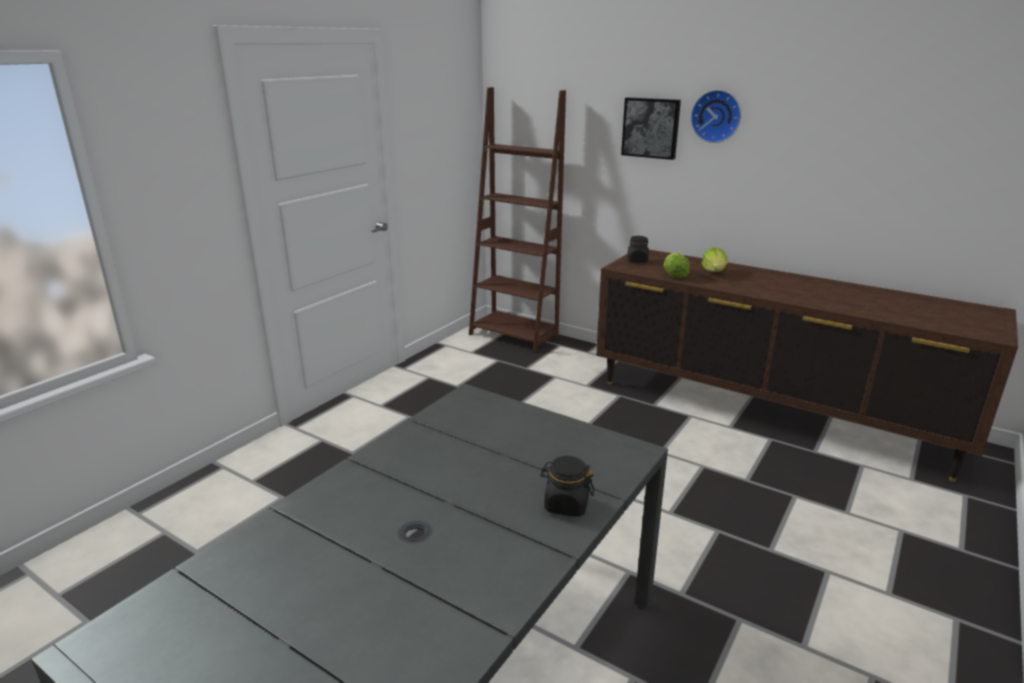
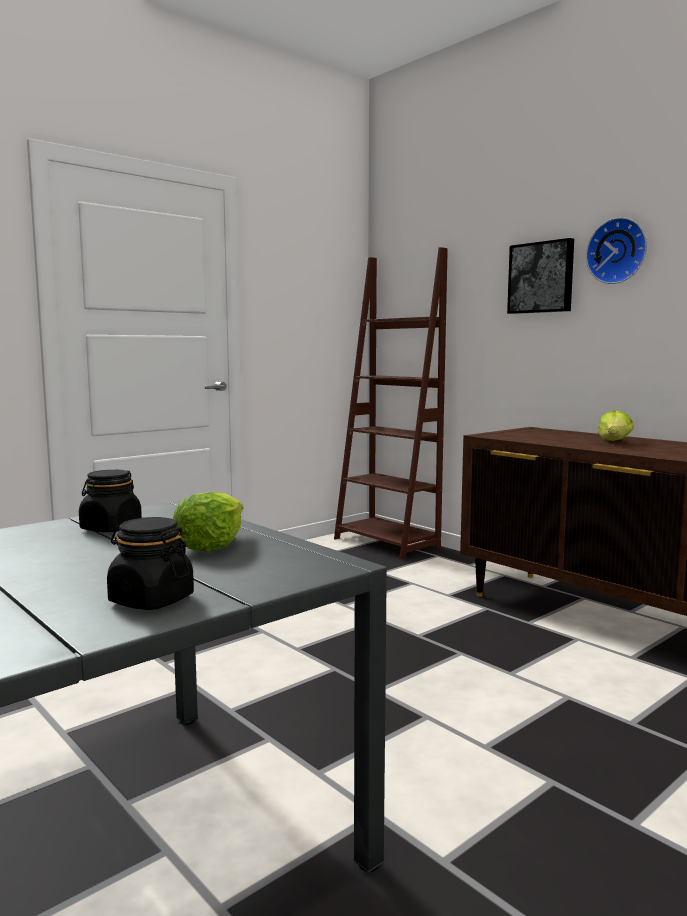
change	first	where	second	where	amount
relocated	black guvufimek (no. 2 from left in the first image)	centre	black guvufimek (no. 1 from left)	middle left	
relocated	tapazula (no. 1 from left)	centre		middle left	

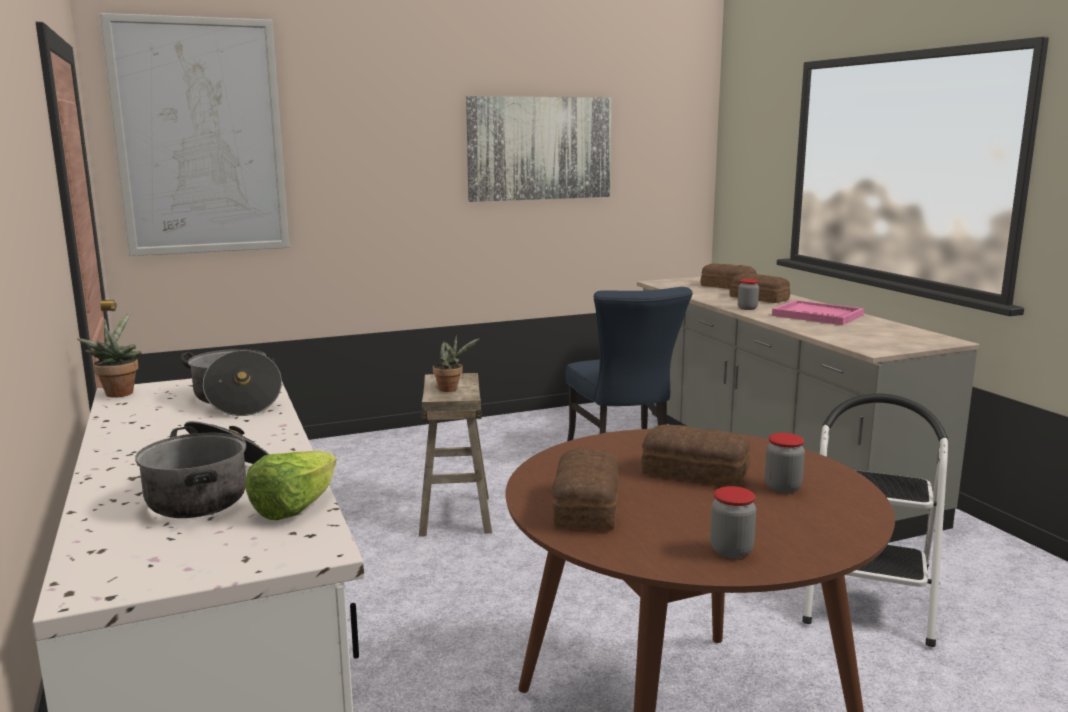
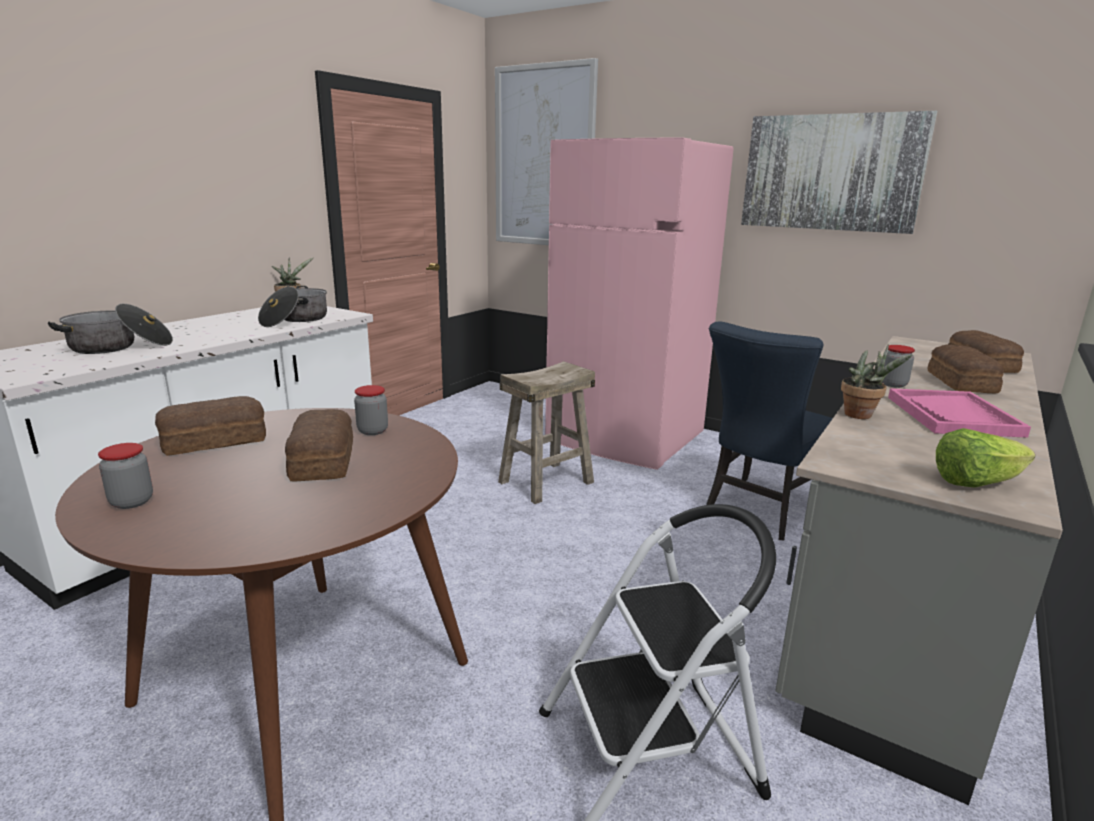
change	first	where	second	where	amount
appeared			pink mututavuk	centre	
relocated	tapazula	bottom left		middle right	
relocated	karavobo (no. 2 from left)	centre		middle right	
relocated	guvufimek (no. 3 from left in the first image)	middle right	guvufimek (no. 2 from left)	centre	

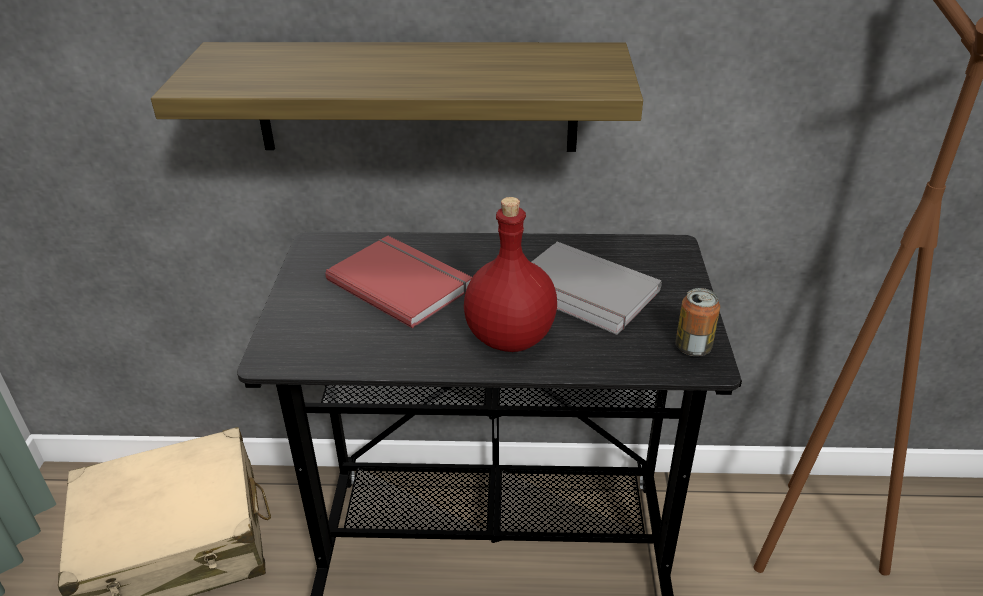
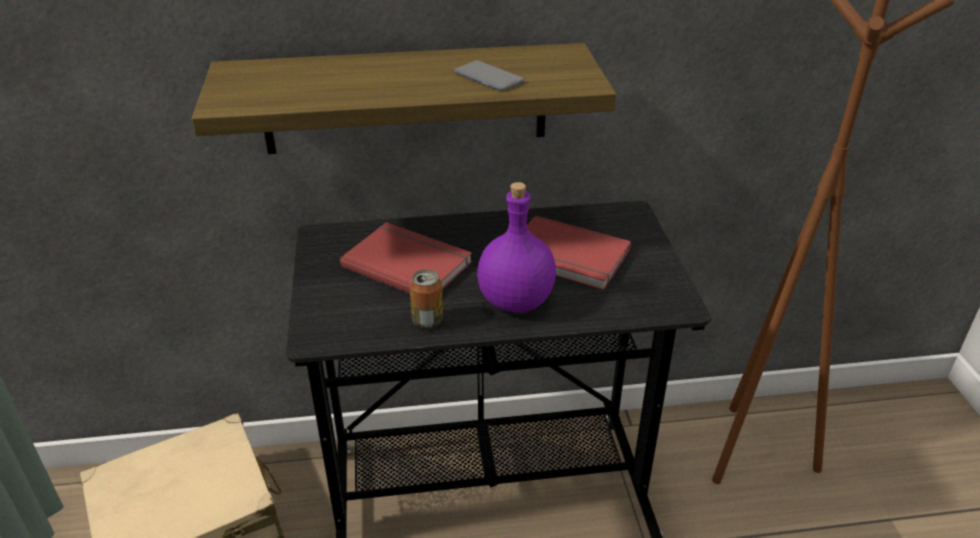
change	first	where	second	where	amount
appeared			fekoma	top centre	
relocated	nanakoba	middle right		centre	
colour	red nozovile	centre	purple nozovile	centre	
colour	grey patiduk	centre	red patiduk (no. 2 from left)	centre	

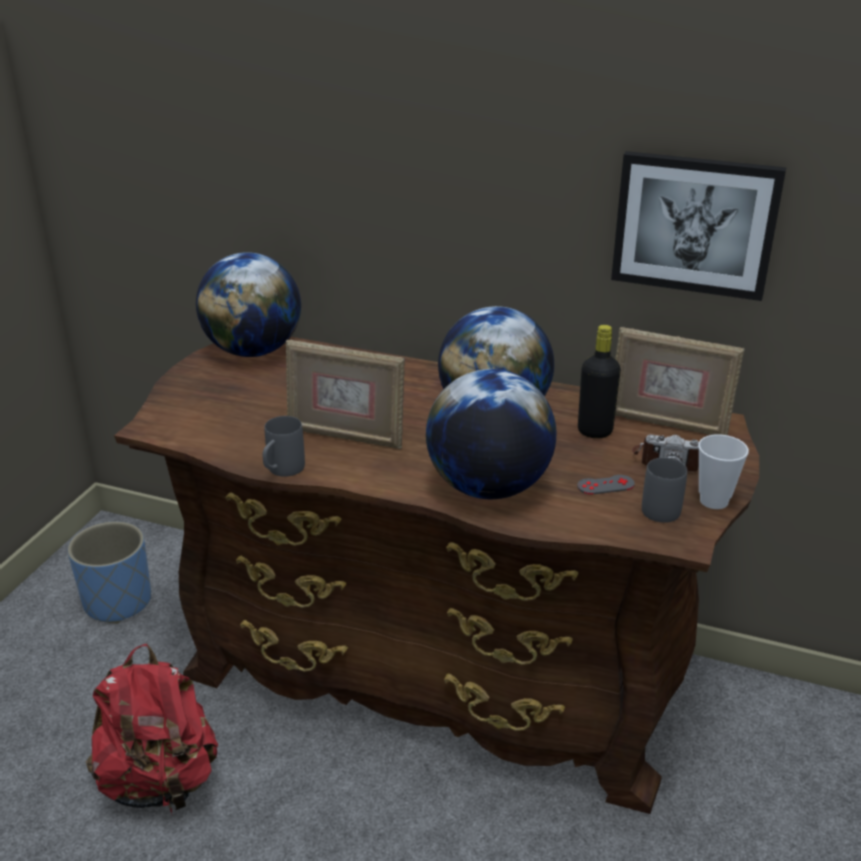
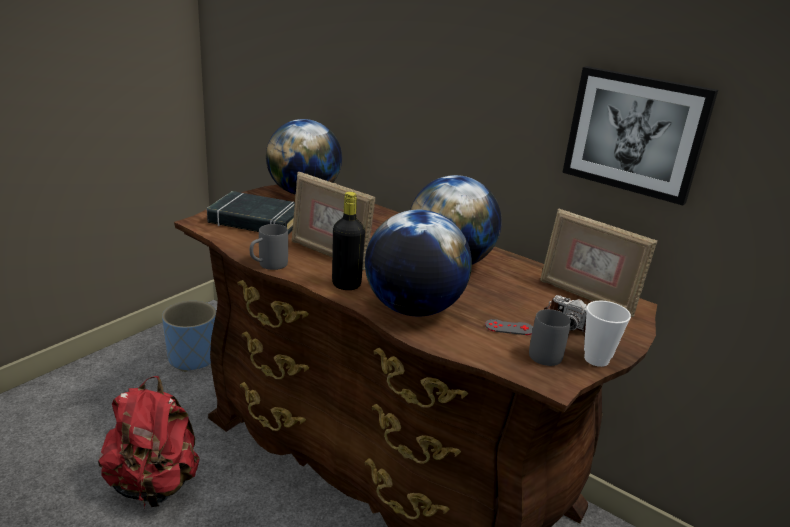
change	first	where	second	where	amount
appeared			black patiduk	middle left	
relocated	black nozovile	middle right		centre	

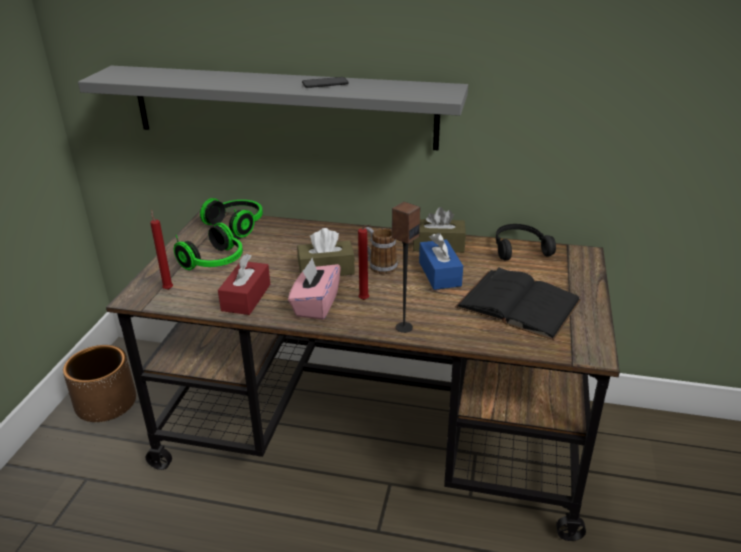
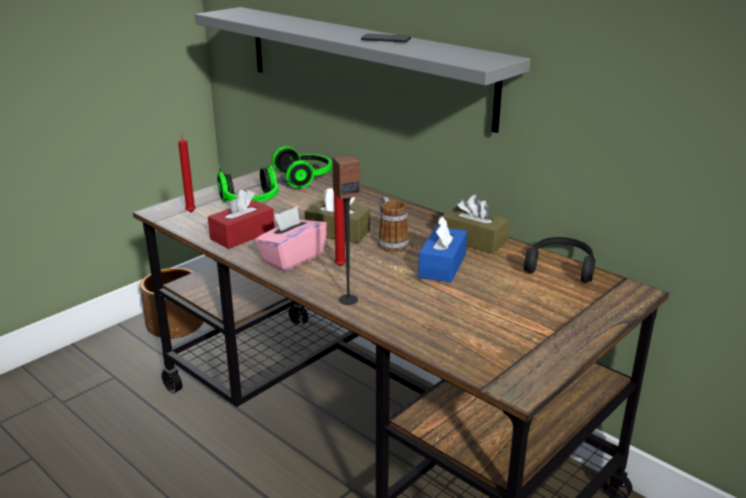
change	first	where	second	where	amount
missing	black patiduk	middle right			

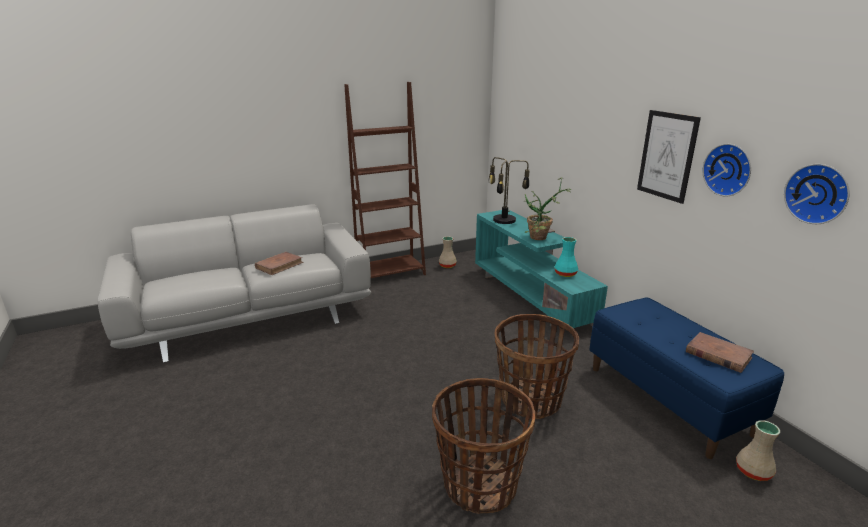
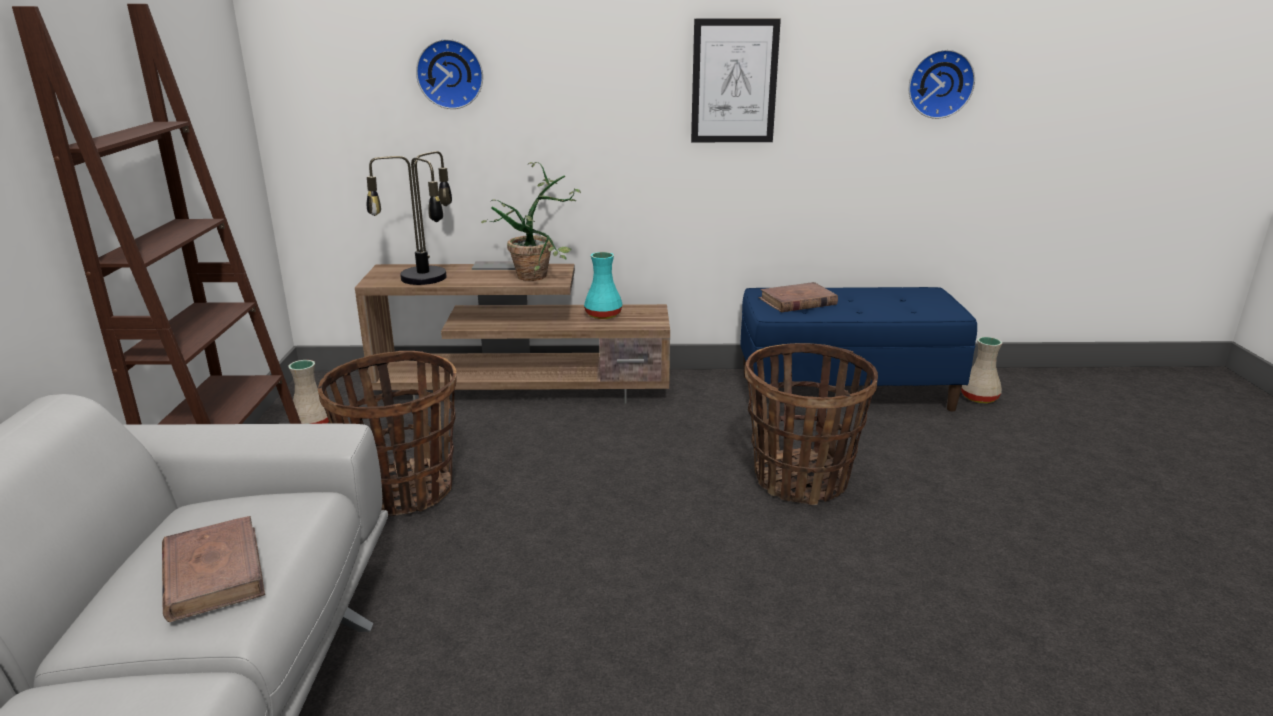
change	first	where	second	where	amount
relocated	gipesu (no. 1 from left)	bottom centre		middle left	
relocated	brown patiduk (no. 2 from left)	bottom right		centre	
relocated	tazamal (no. 1 from left)	top right		top centre	
colour	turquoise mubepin	centre	brown mubepin	centre	

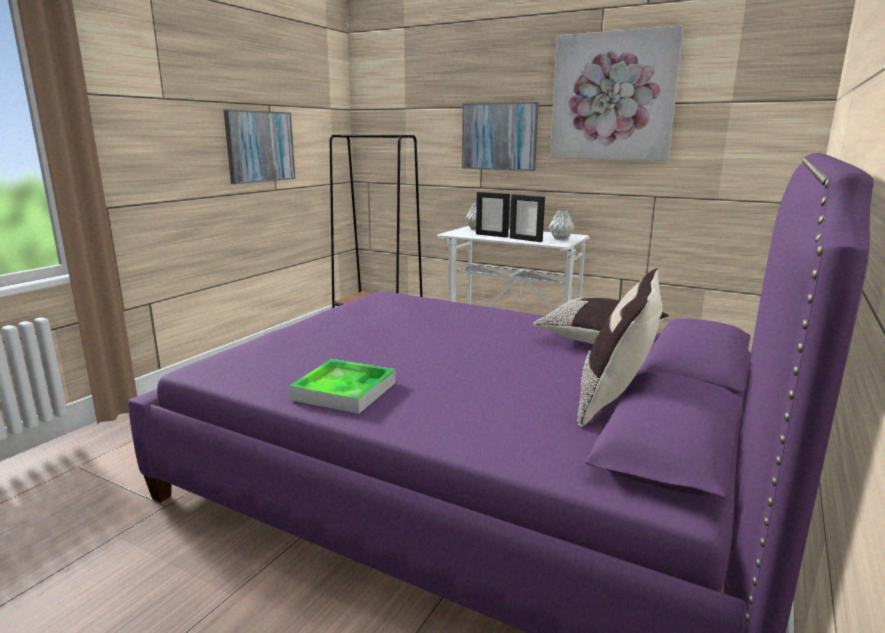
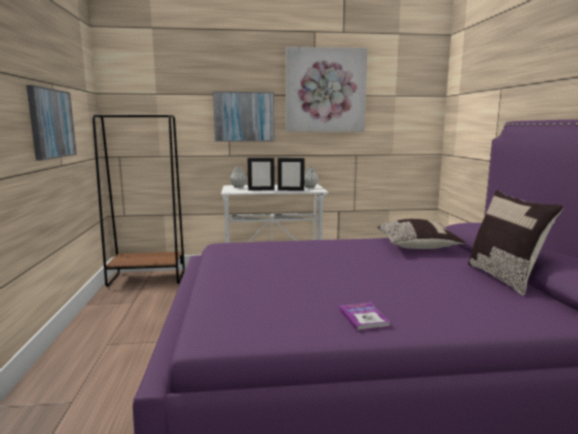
change	first	where	second	where	amount
exchanged	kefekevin	centre	patiduk	bottom centre	

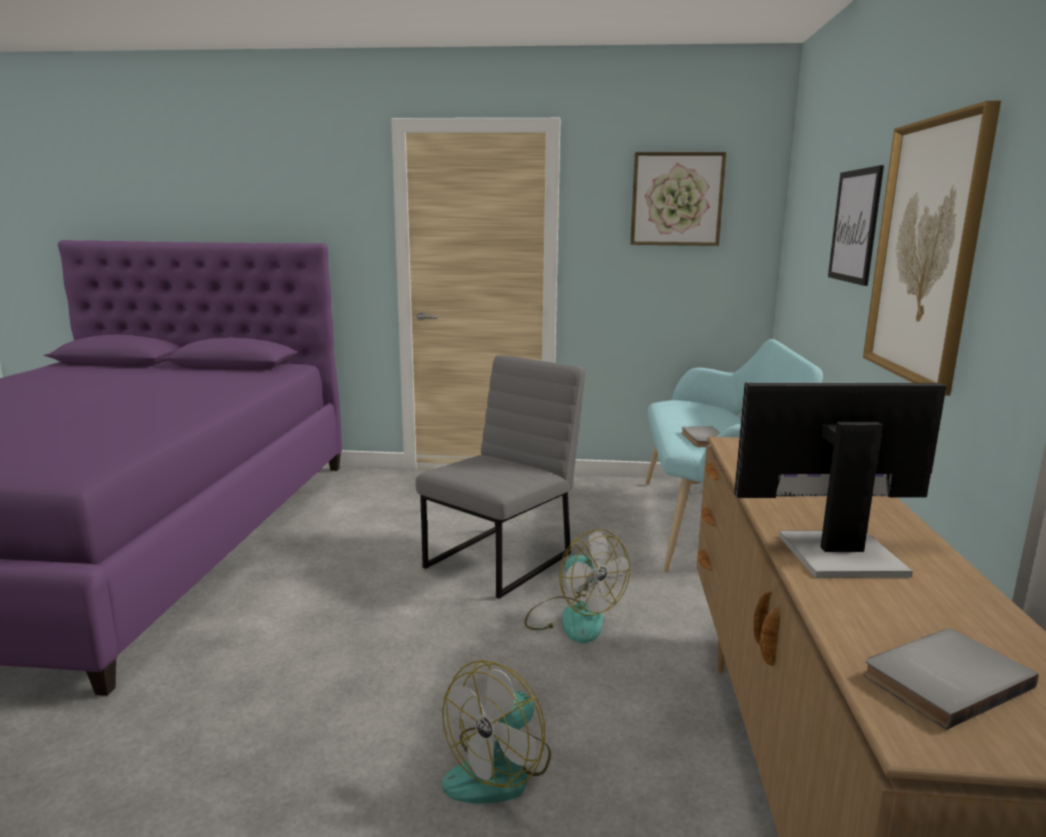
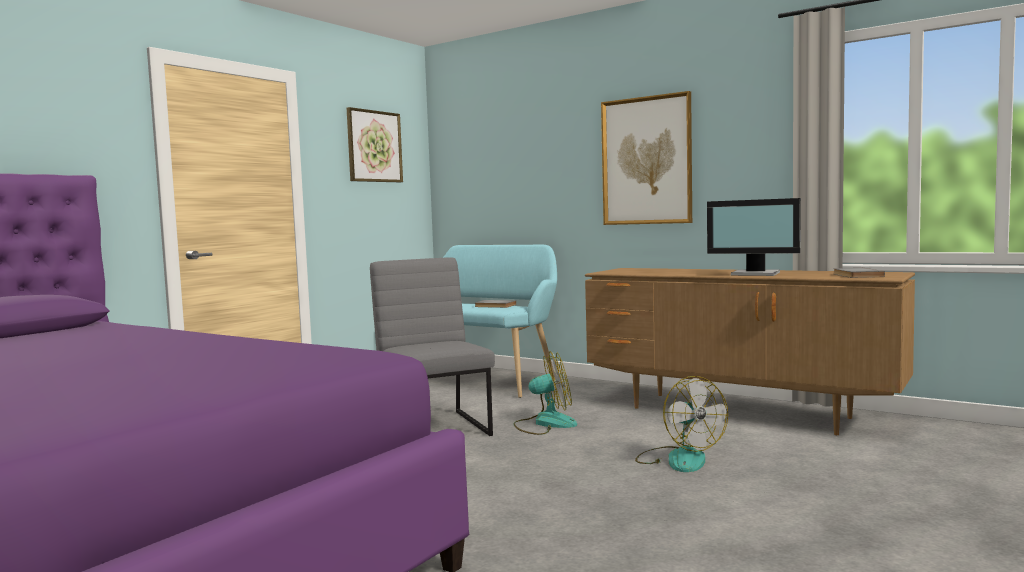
change	first	where	second	where	amount
missing	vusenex (no. 2 from left)	top right			
spun	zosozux	middle right		middle right	90 degrees counterclockwise

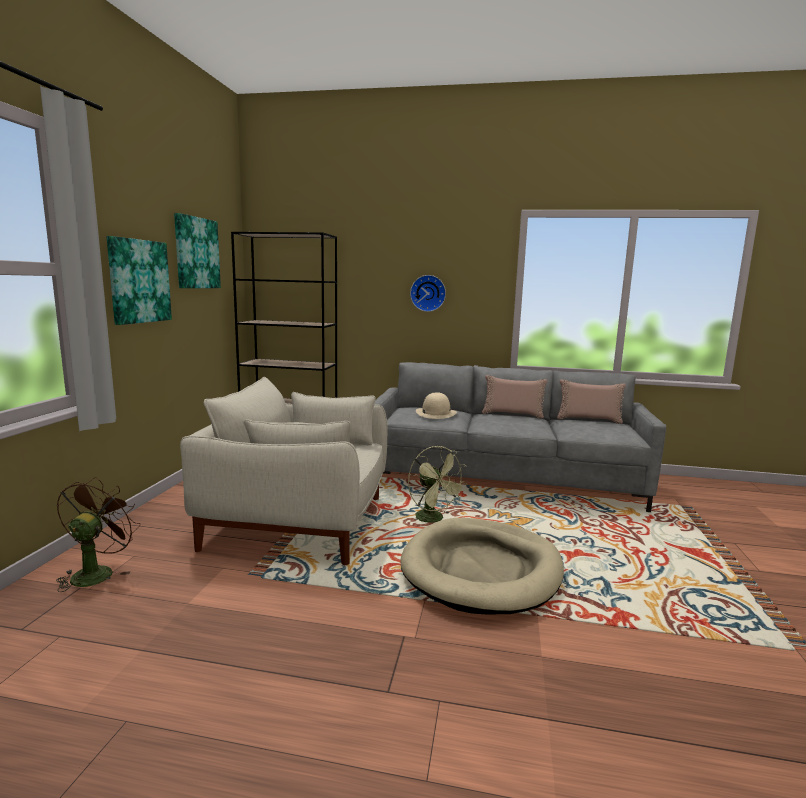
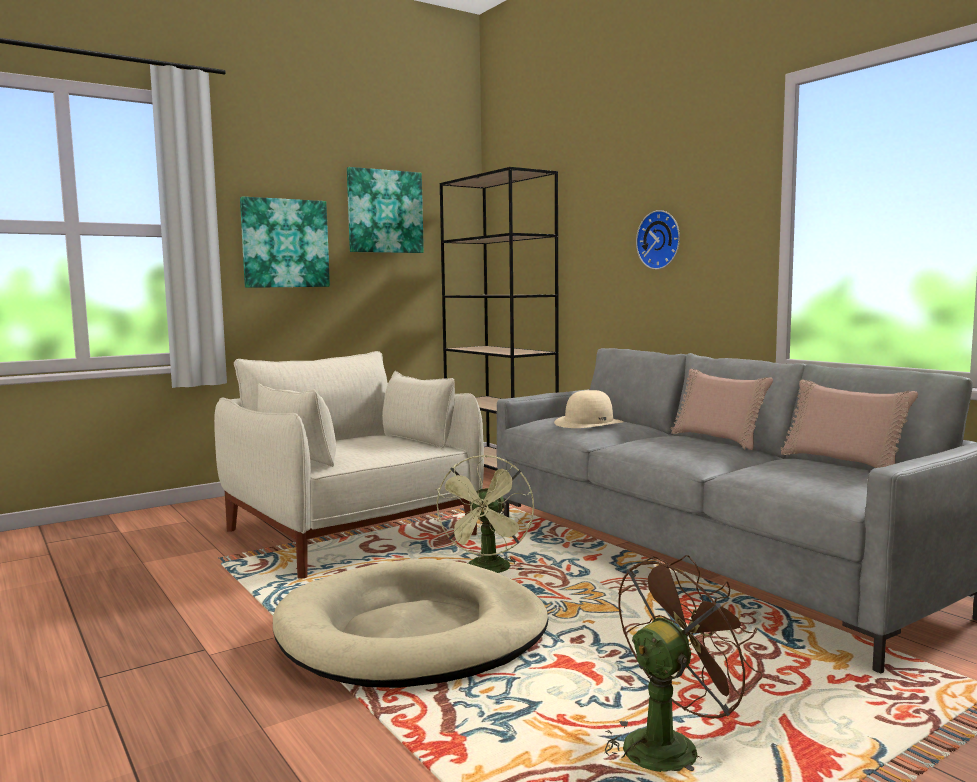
change	first	where	second	where	amount
relocated	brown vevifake	bottom left		bottom right	

